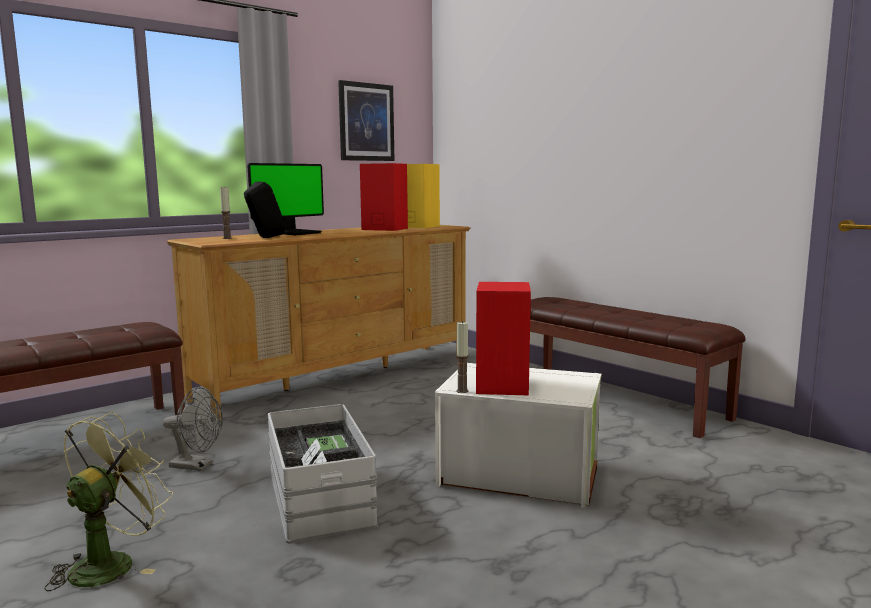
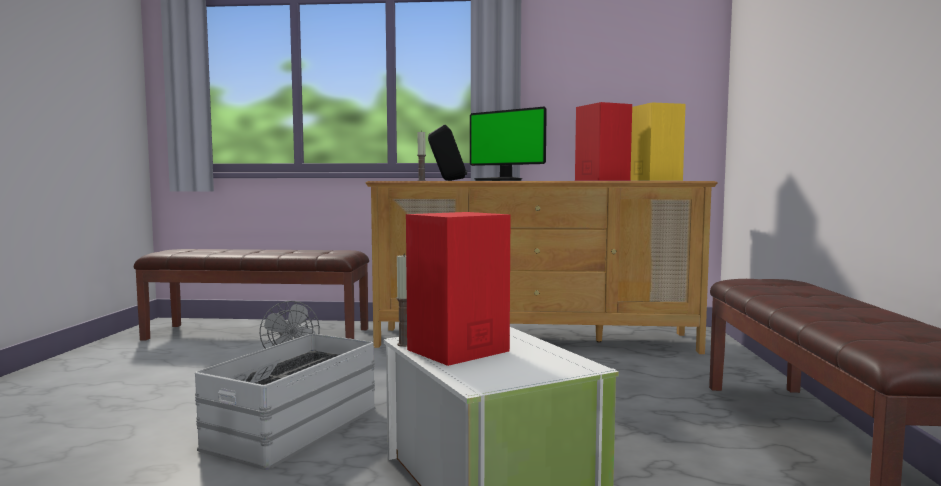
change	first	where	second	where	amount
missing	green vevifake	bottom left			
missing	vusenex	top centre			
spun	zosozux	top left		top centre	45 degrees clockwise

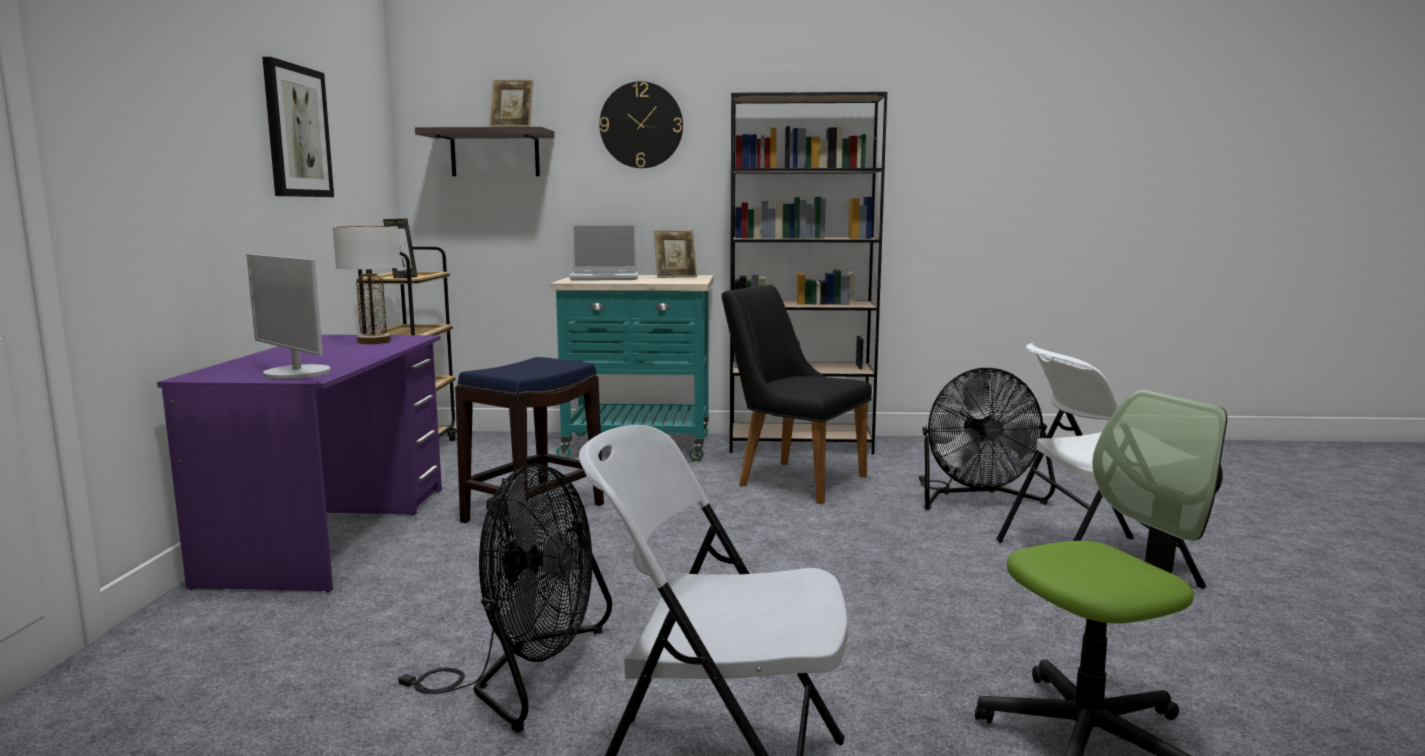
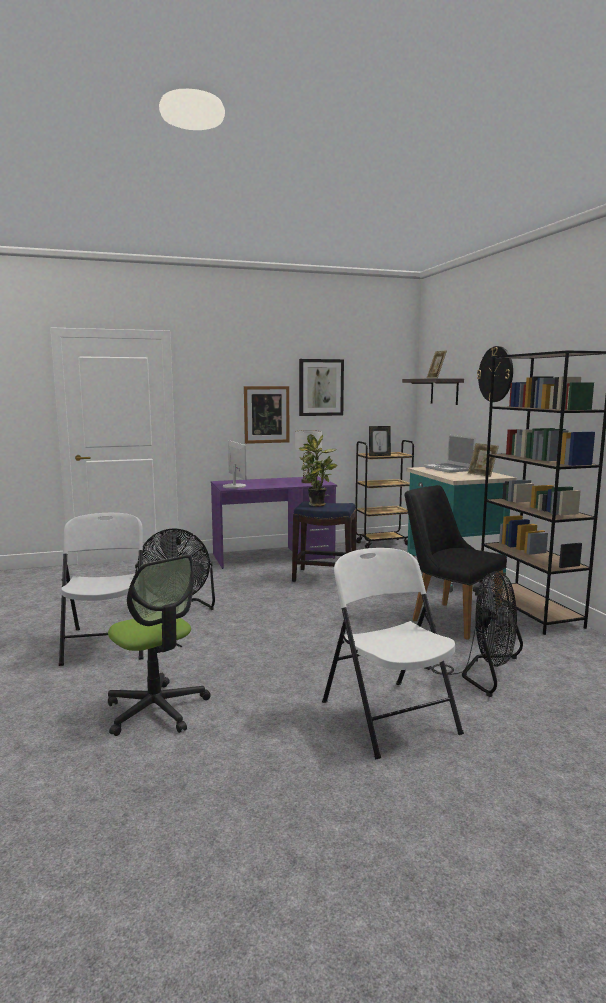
change	first	where	second	where	amount
appeared			vusenex (no. 1 from left)	centre	
appeared			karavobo	centre	
spun	zosozux	middle left		centre	135 degrees clockwise
spun	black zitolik	centre		middle right	60 degrees counterclockwise
spun	black vevifake (no. 2 from left)	middle right		middle right	120 degrees counterclockwise

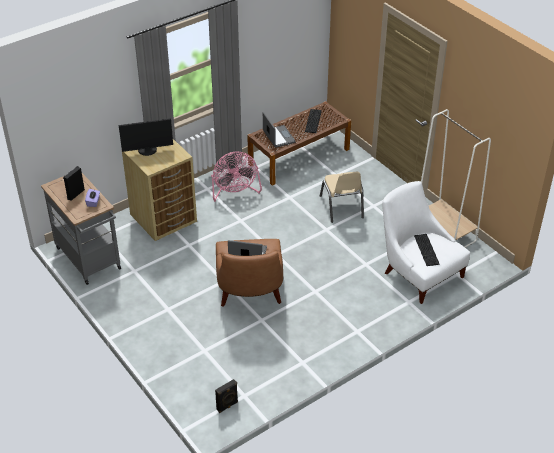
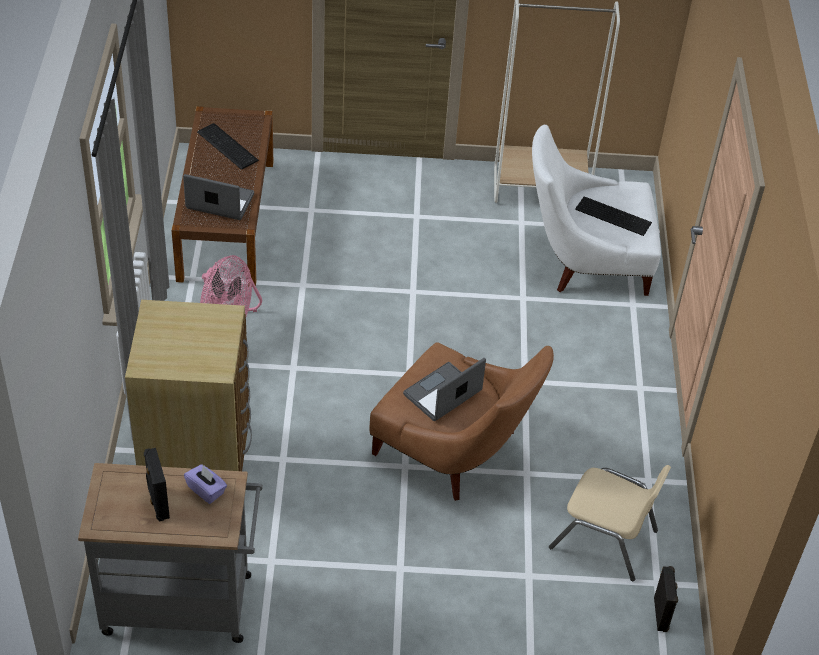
change	first	where	second	where	amount
missing	zosozux	top left			
relocated	beige zitolik	centre		bottom right	

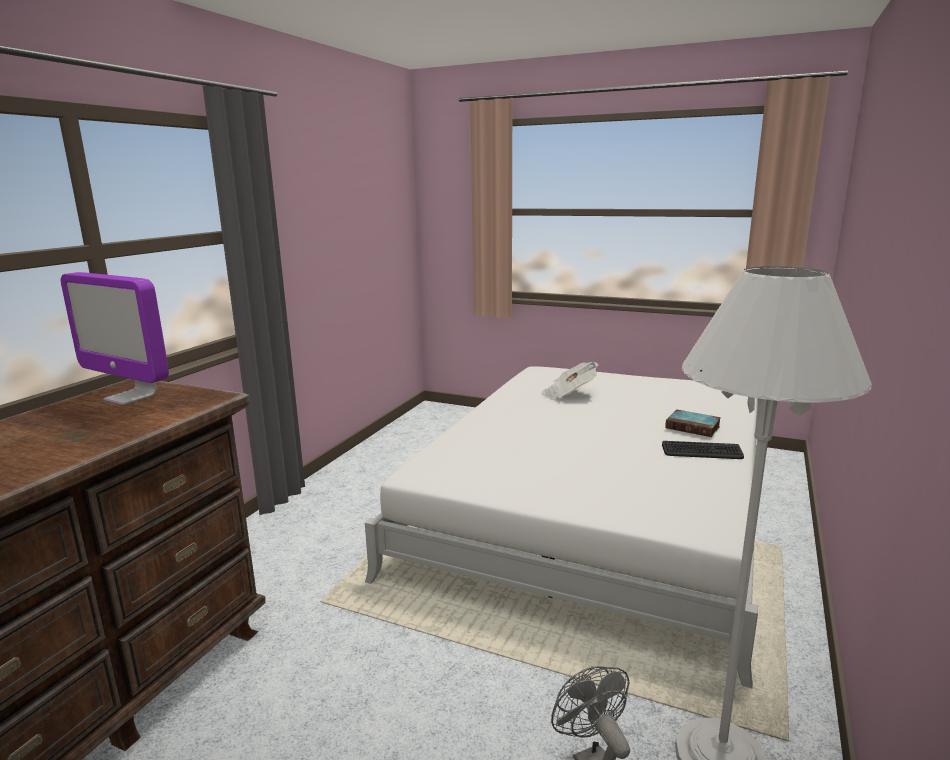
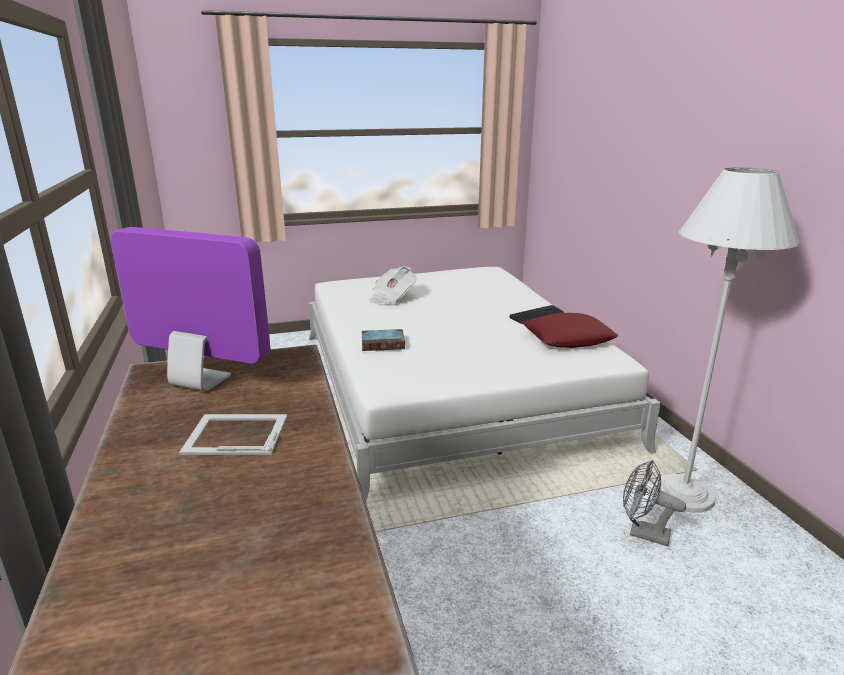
change	first	where	second	where	amount
appeared			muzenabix	middle left	
appeared			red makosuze	middle right	
relocated	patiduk	middle right		centre	
spun	zosozux	middle left		middle left	150 degrees counterclockwise

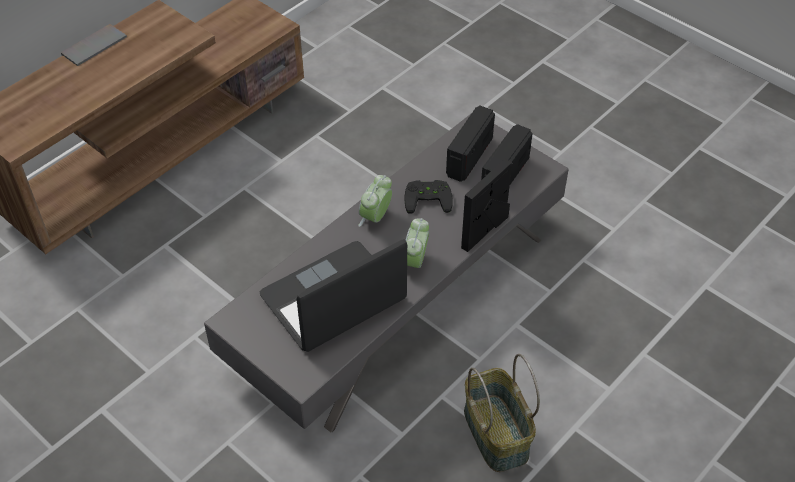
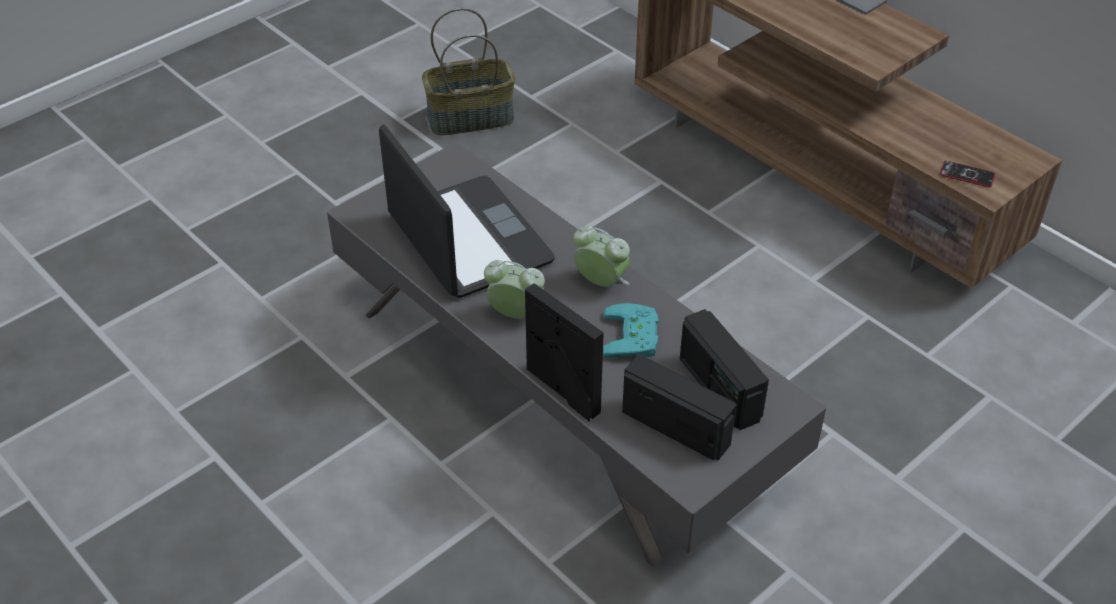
change	first	where	second	where	amount
appeared			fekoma	top right	
relocated	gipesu	bottom centre		top centre	
colour	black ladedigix	centre	turquoise ladedigix	centre	
spun	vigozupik (no. 1 from left in the first image)	top centre	vigozupik (no. 2 from left)	centre	150 degrees counterclockwise

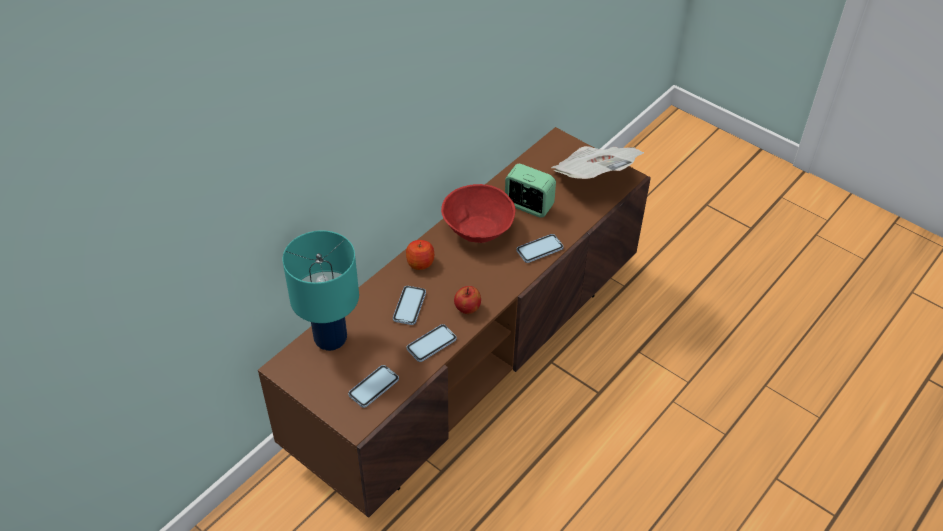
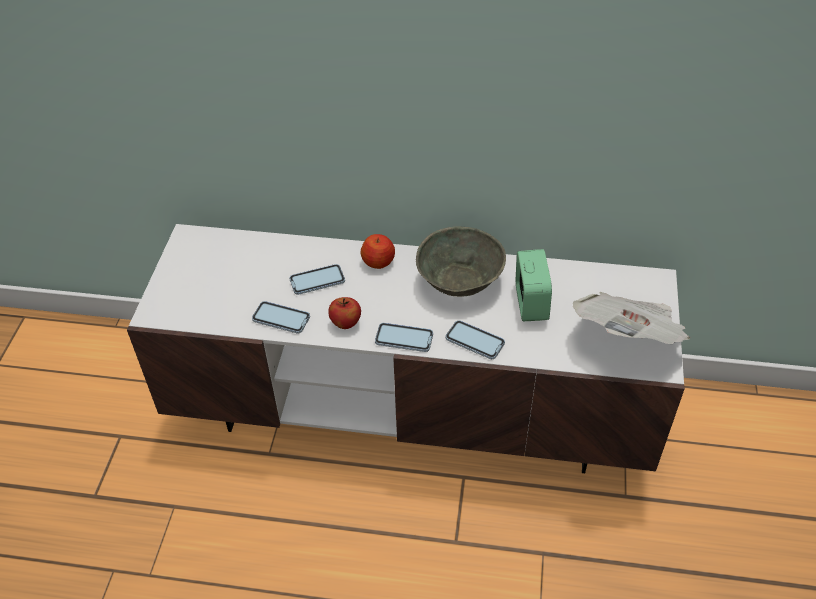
change	first	where	second	where	amount
missing	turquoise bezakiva	centre			
relocated	fekoma (no. 1 from left in the first image)	bottom centre	fekoma (no. 3 from left)	centre	
colour	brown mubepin	centre	white mubepin	centre	
colour	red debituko	centre	grey debituko	centre	

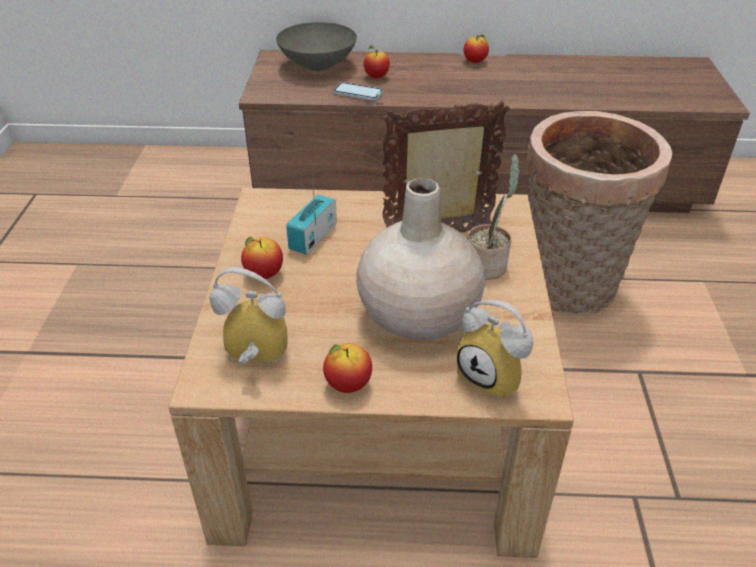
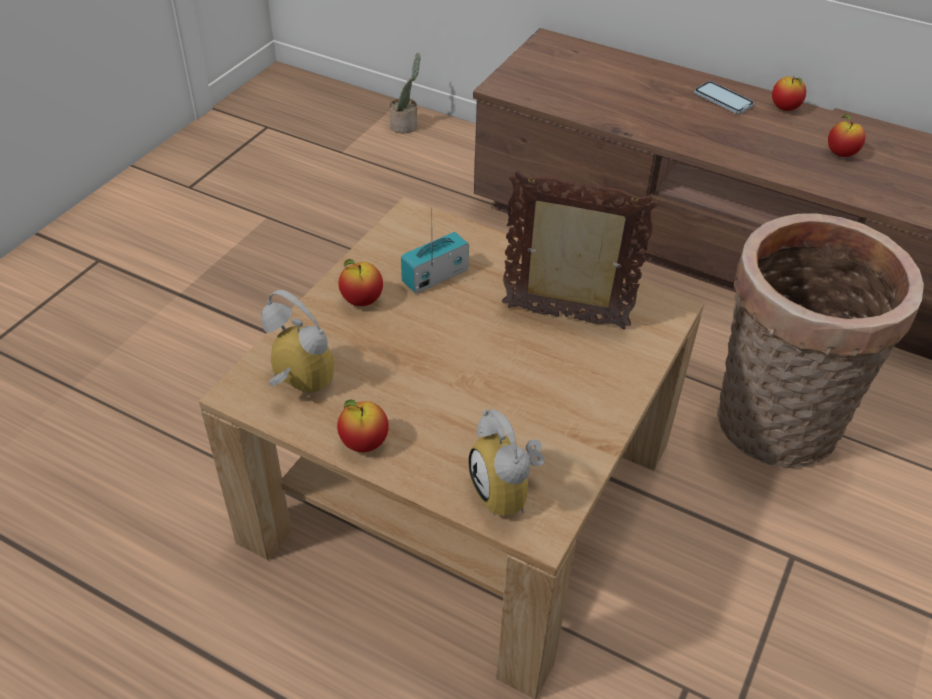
change	first	where	second	where	amount
missing	grey debituko	top centre			
missing	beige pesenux	centre			
relocated	fekoma	top centre		top right	
relocated	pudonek (no. 3 from left in the first image)	top centre	pudonek (no. 4 from left)	top right	
relocated	karavobo	centre		top centre	

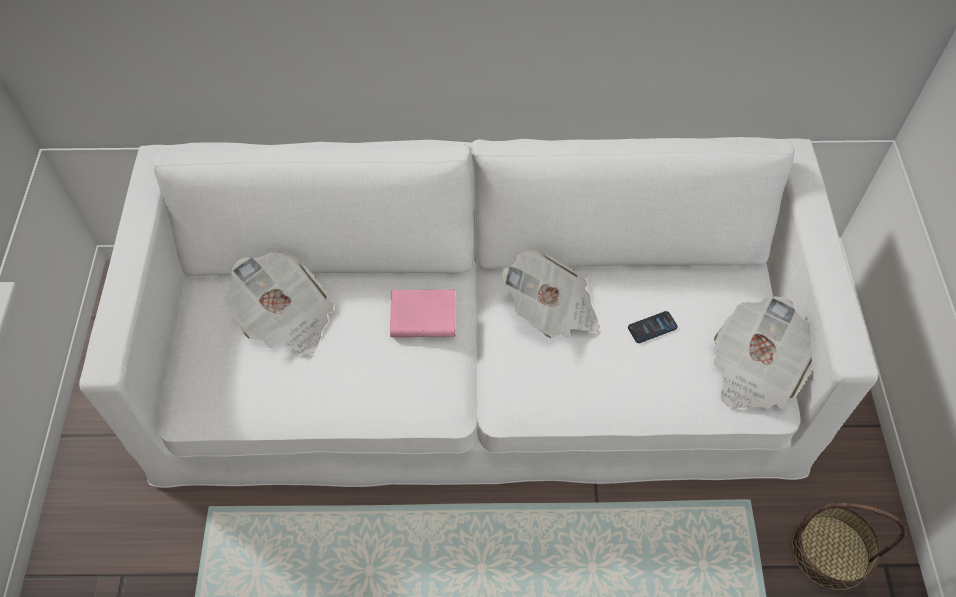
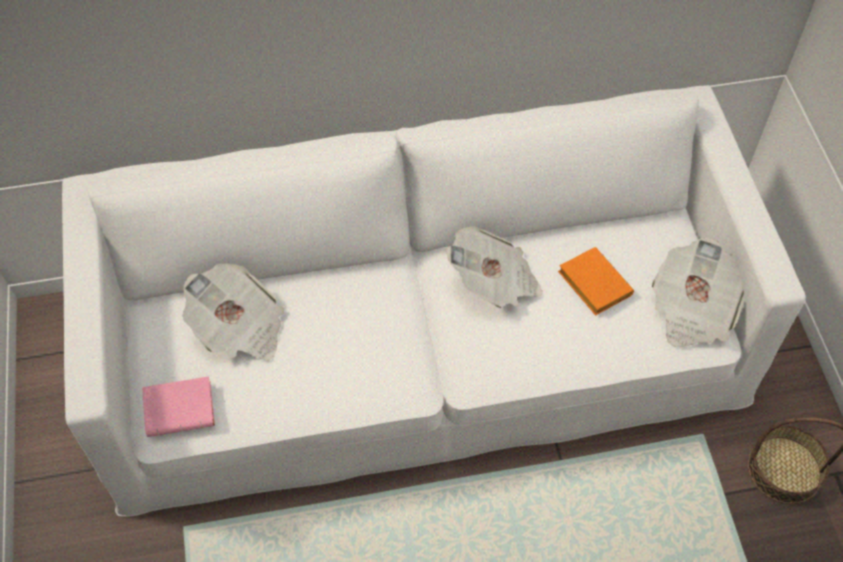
change	first	where	second	where	amount
relocated	pink patiduk	centre		bottom left	
exchanged	fekoma	middle right	orange patiduk	middle right	

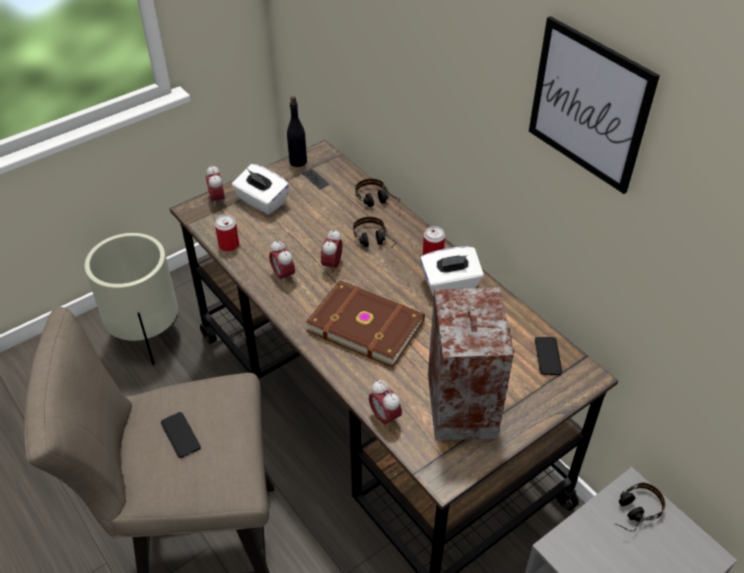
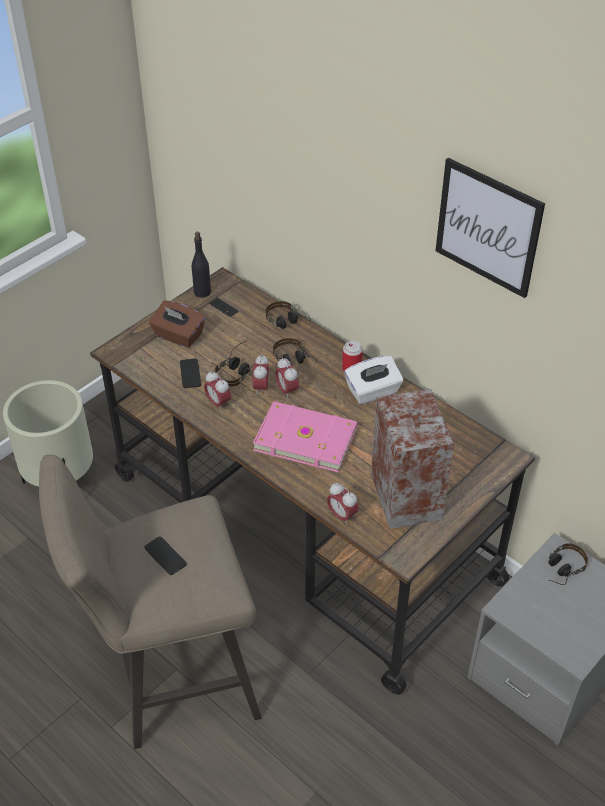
change	first	where	second	where	amount
missing	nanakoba (no. 1 from left)	middle left			
appeared			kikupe (no. 1 from left)	centre	
relocated	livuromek (no. 1 from left in the first image)	top left	livuromek (no. 3 from left)	centre	
relocated	fekoma (no. 2 from left)	middle right		middle left	
colour	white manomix (no. 1 from left)	top centre	brown manomix	middle left	
colour	brown patiduk	centre	pink patiduk	centre	

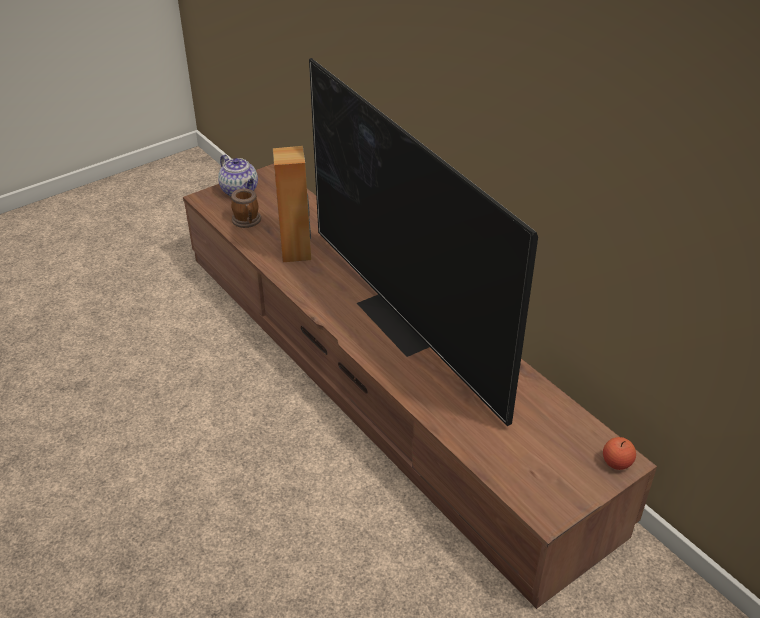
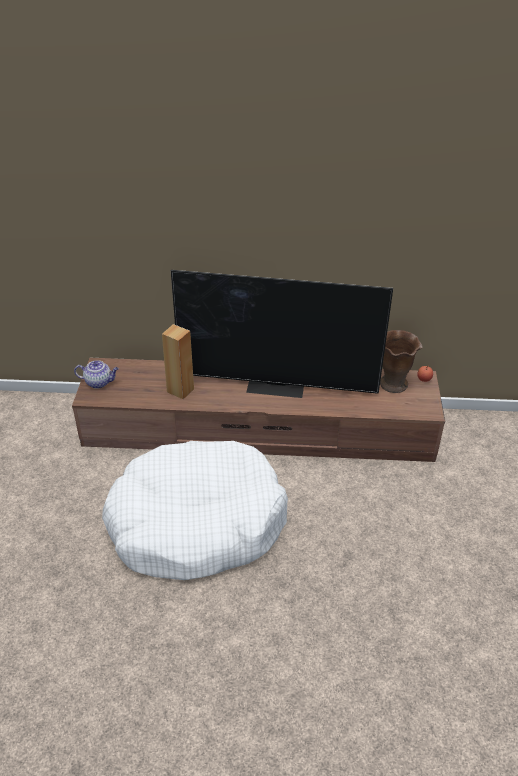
change	first	where	second	where	amount
missing	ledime	middle left			
appeared			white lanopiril	centre	
appeared			brown pesenux	middle right	

